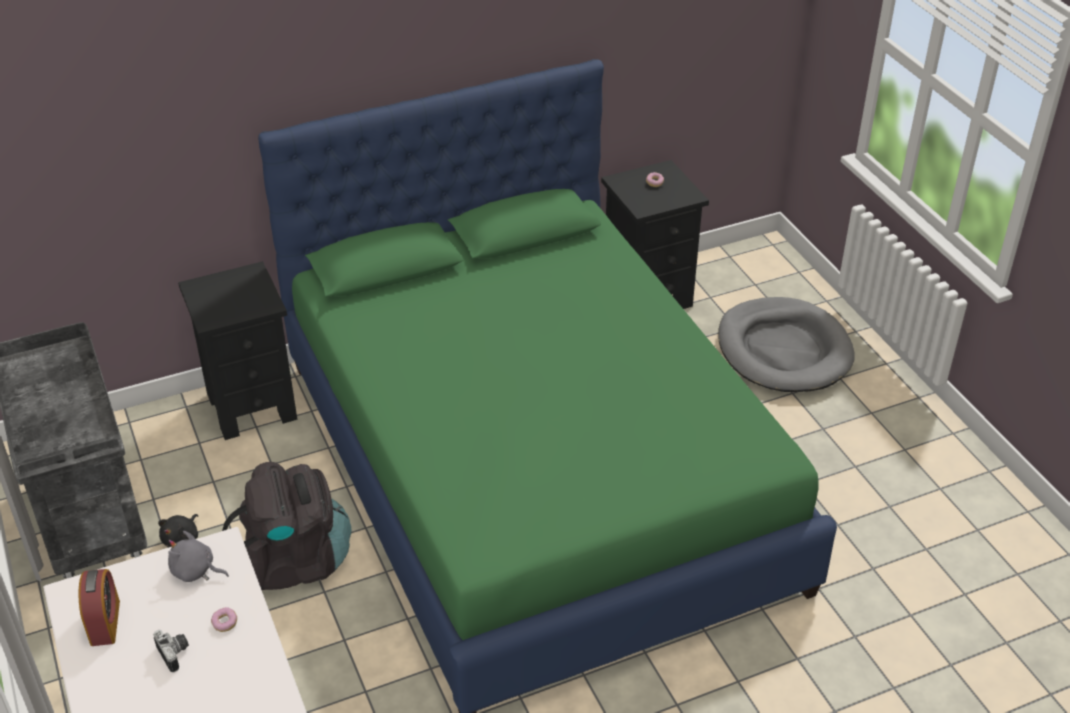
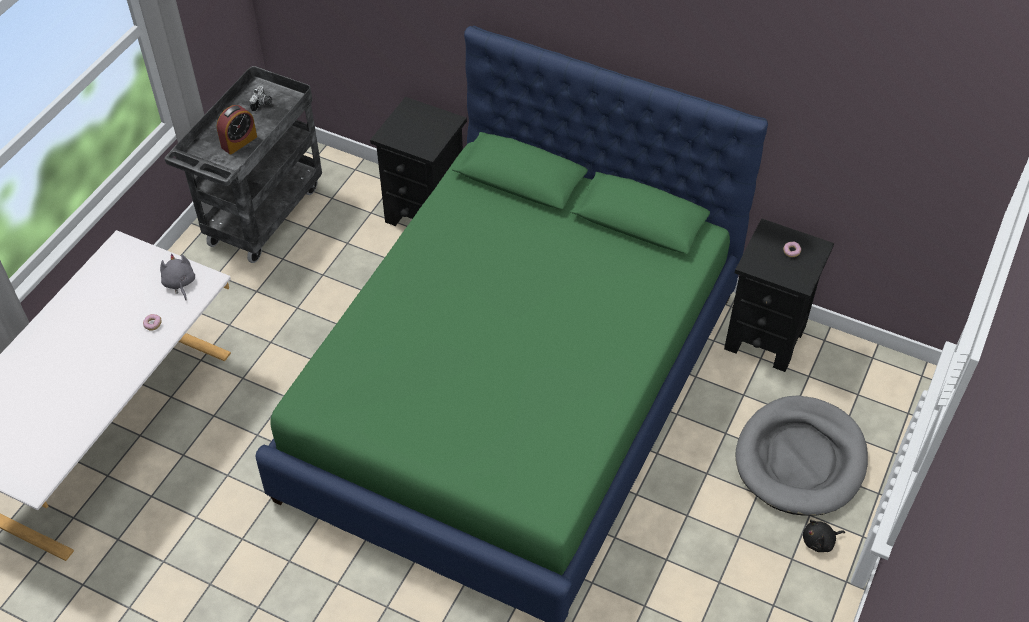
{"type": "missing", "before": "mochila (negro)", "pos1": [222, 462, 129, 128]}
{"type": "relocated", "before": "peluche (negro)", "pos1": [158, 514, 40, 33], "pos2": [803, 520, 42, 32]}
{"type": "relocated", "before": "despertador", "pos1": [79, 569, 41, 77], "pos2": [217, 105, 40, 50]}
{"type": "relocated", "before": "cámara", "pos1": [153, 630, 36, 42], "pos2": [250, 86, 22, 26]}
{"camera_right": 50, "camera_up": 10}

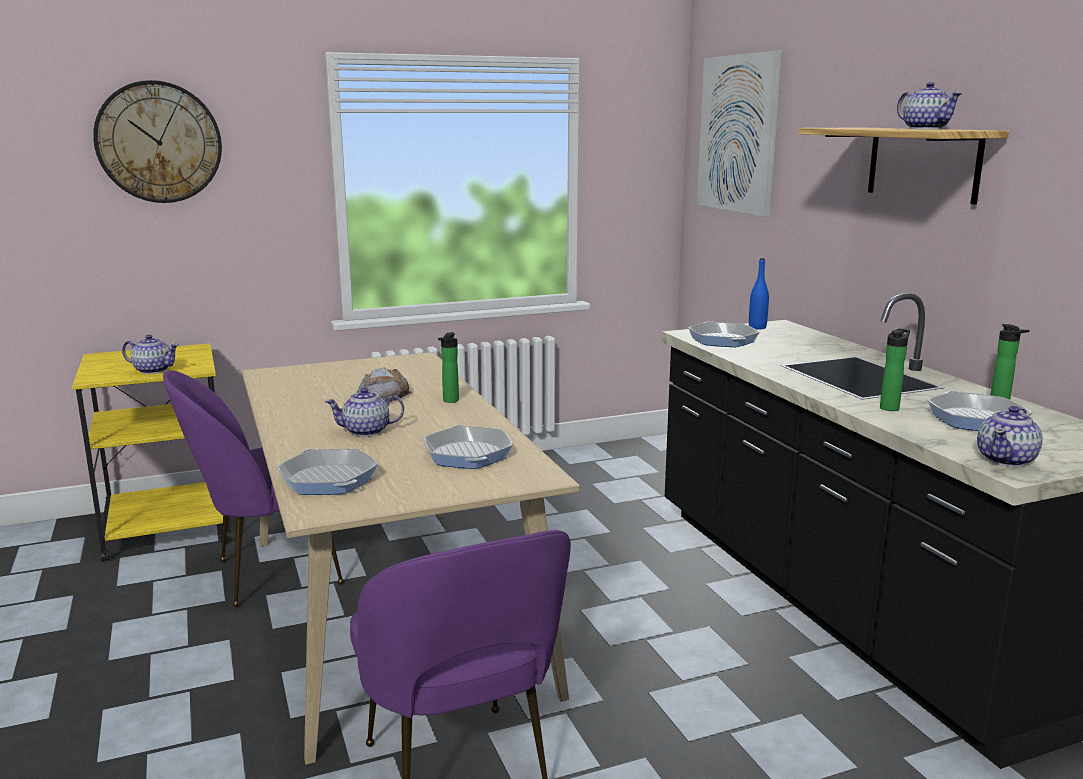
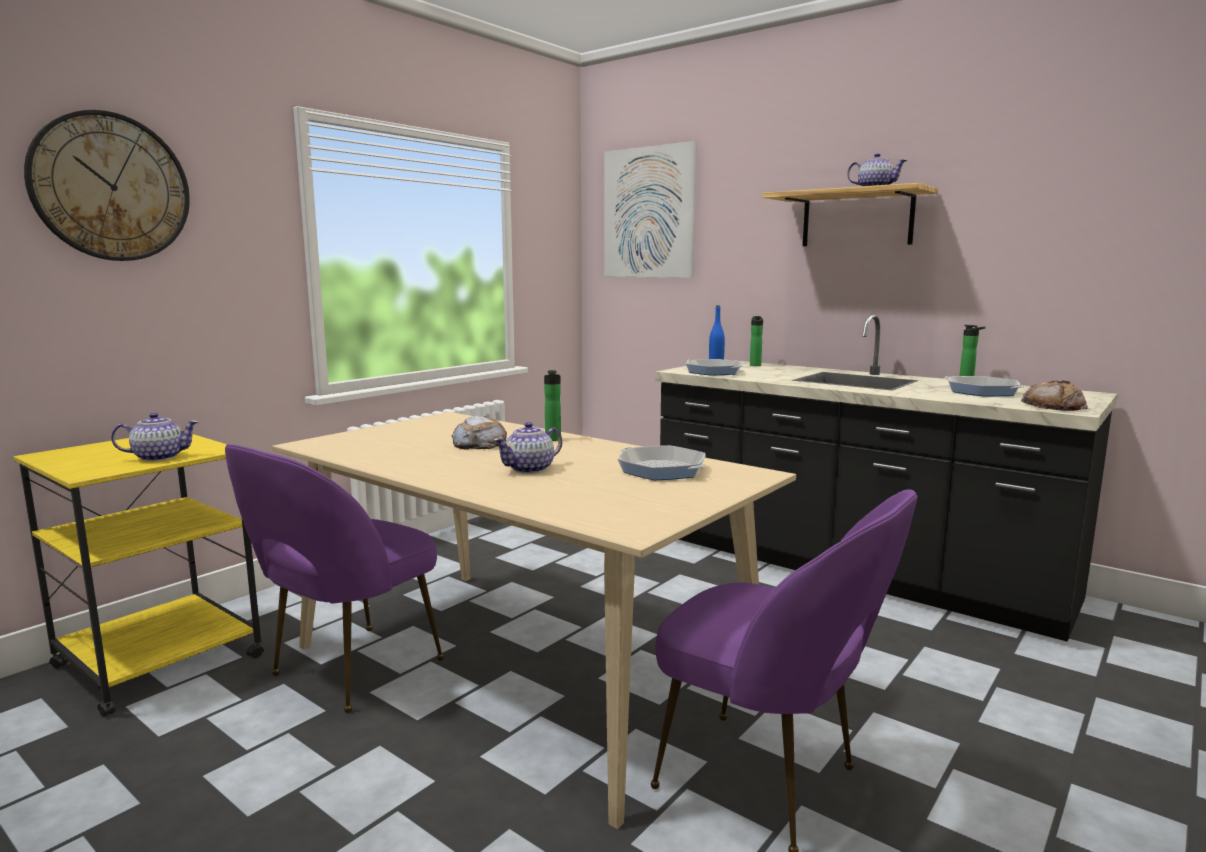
{"type": "relocated", "before": "botella", "pos1": [880, 329, 30, 82], "pos2": [750, 316, 13, 50]}
{"type": "exchanged", "before": "tetera", "after": "pan", "pos1": [977, 406, 66, 61], "pos2": [1021, 380, 67, 31]}
{"type": "missing", "before": "sartén", "pos1": [277, 448, 101, 47]}
{"camera_right": -30, "camera_up": -5}

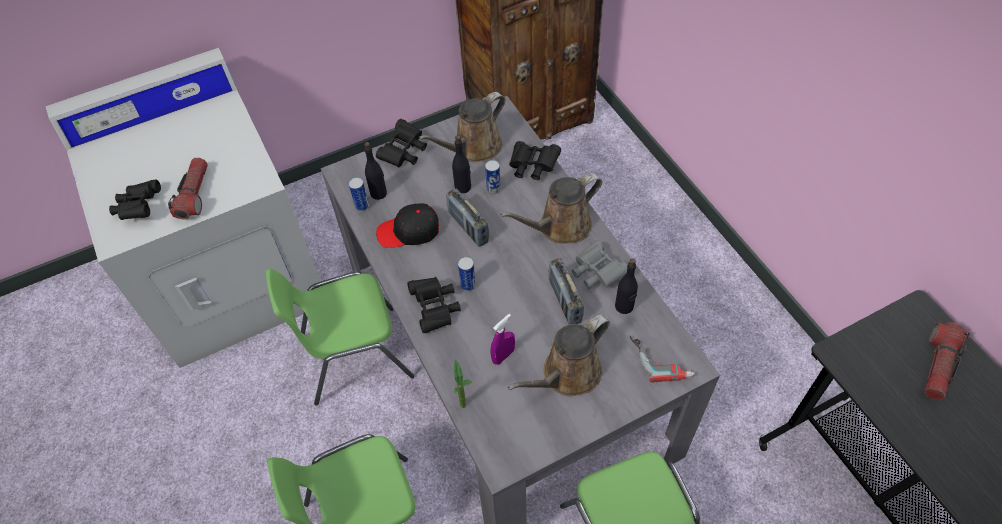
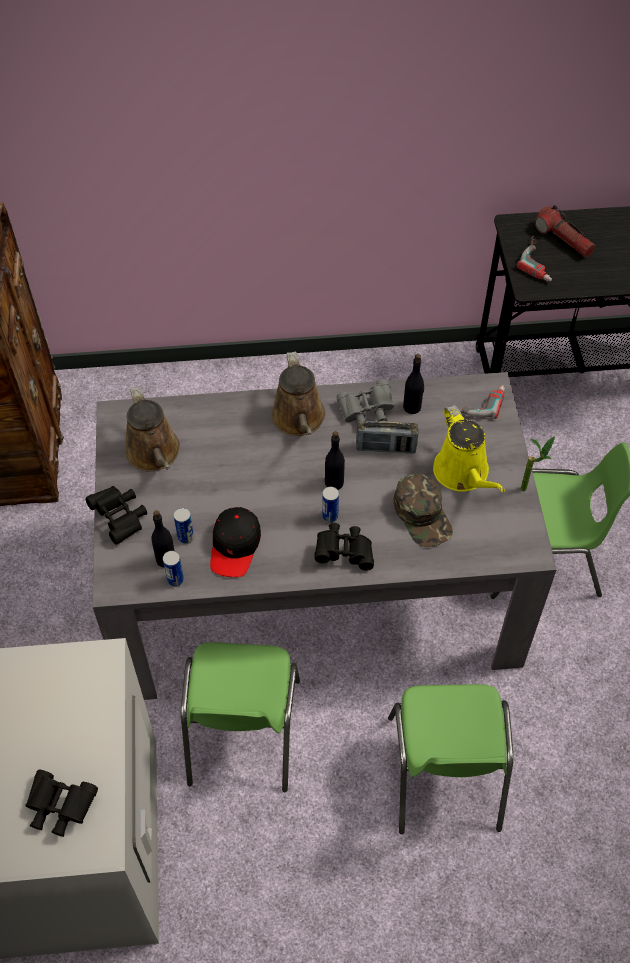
{"type": "relocated", "before": "botella (negro)", "pos1": [452, 135, 19, 58], "pos2": [325, 431, 20, 59]}
{"type": "missing", "before": "prismáticos (negro)", "pos1": [509, 141, 52, 39]}
{"type": "missing", "before": "linterna", "pos1": [168, 158, 40, 61]}
{"type": "relocated", "before": "lata", "pos1": [485, 160, 16, 34], "pos2": [174, 508, 20, 36]}
{"type": "missing", "before": "radio", "pos1": [446, 188, 43, 59]}
{"type": "exchanged", "before": "pulverizador (morado)", "after": "gorra (verde)", "pos1": [490, 314, 25, 51], "pos2": [393, 473, 60, 74]}
{"type": "colour", "before": "regadera (marrón)", "after": "regadera (amarillo)", "pos1": [508, 315, 102, 81], "pos2": [433, 405, 72, 87]}
{"type": "relocated", "before": "planta en maceta", "pos1": [454, 360, 18, 48], "pos2": [520, 436, 35, 56]}
{"type": "appeared", "after": "taladro", "pos2": [517, 236, 35, 45]}
{"camera_right": -70, "camera_up": 0}

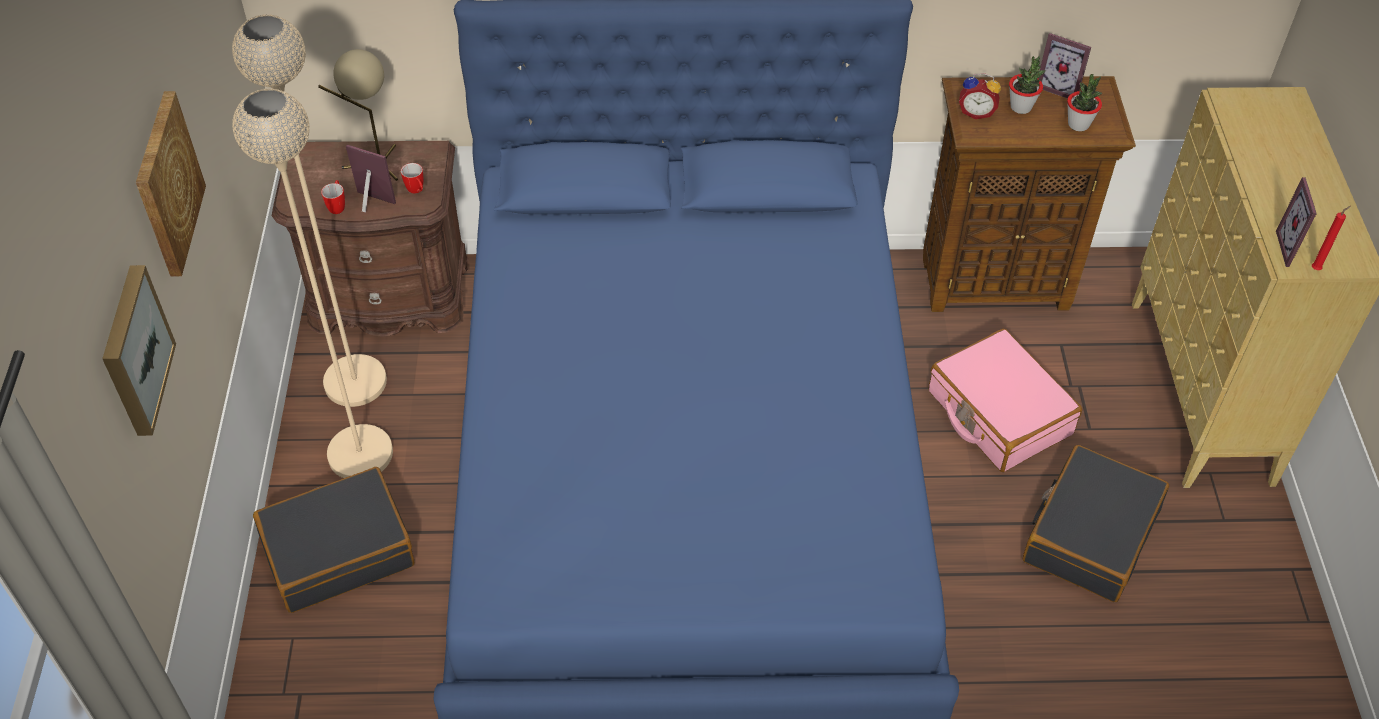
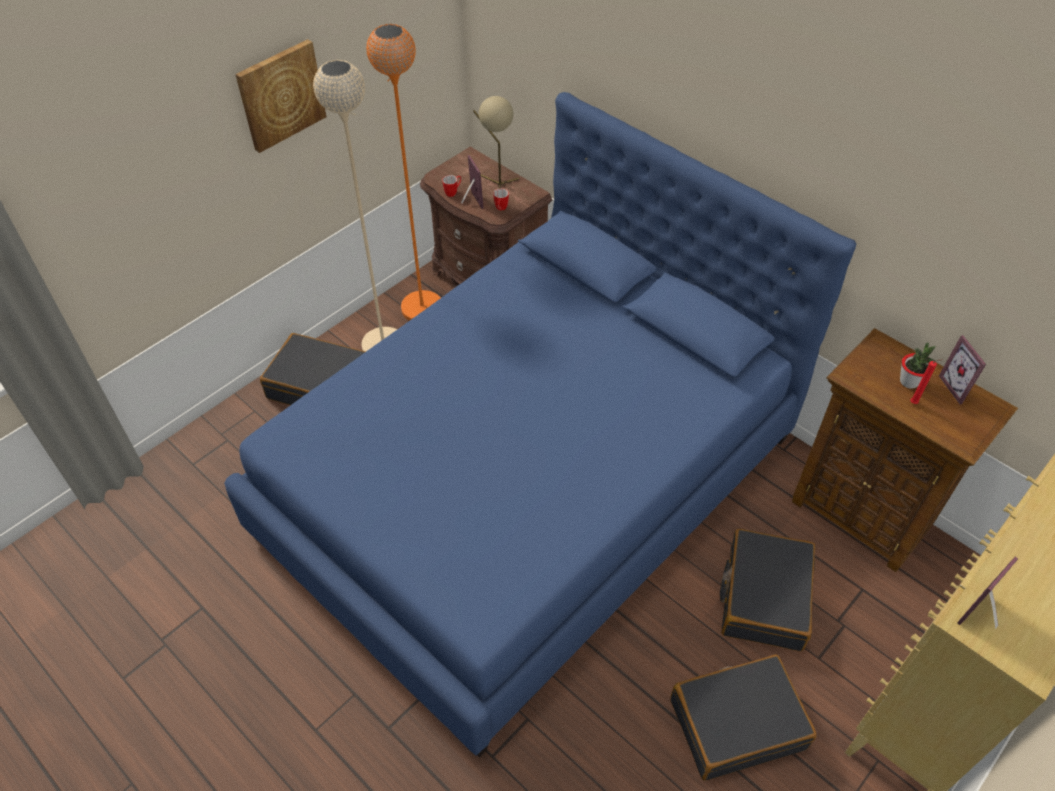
{"type": "colour", "before": "lámpara de pie (beis)", "after": "lámpara de pie (naranja)", "pos1": [232, 14, 155, 393], "pos2": [366, 24, 75, 297]}
{"type": "missing", "before": "despertador", "pos1": [959, 73, 42, 46]}
{"type": "missing", "before": "planta en maceta", "pos1": [1067, 74, 36, 57]}
{"type": "relocated", "before": "vela (rojo)", "pos1": [1312, 206, 39, 64], "pos2": [911, 360, 31, 44]}
{"type": "missing", "before": "cuadro", "pos1": [102, 265, 74, 171]}
{"type": "colour", "before": "maleta (rosa)", "after": "maleta (negro)", "pos1": [929, 329, 153, 143], "pos2": [720, 529, 95, 122]}
{"camera_right": 45, "camera_up": 0}

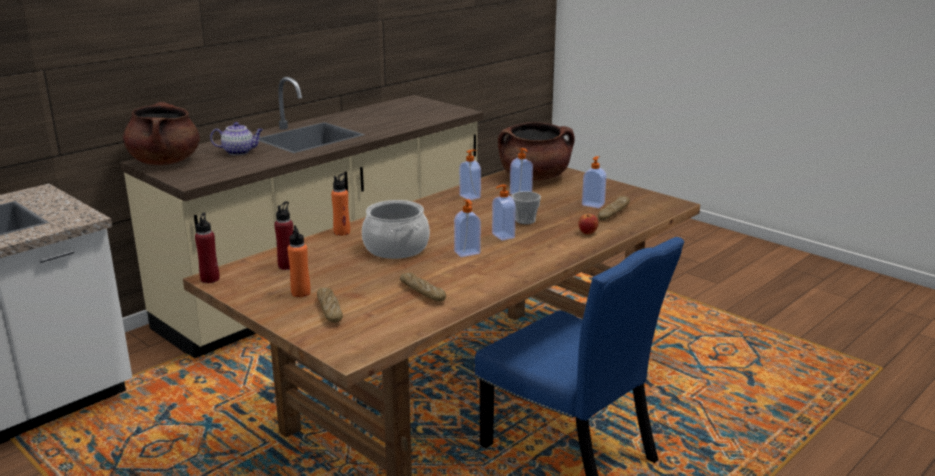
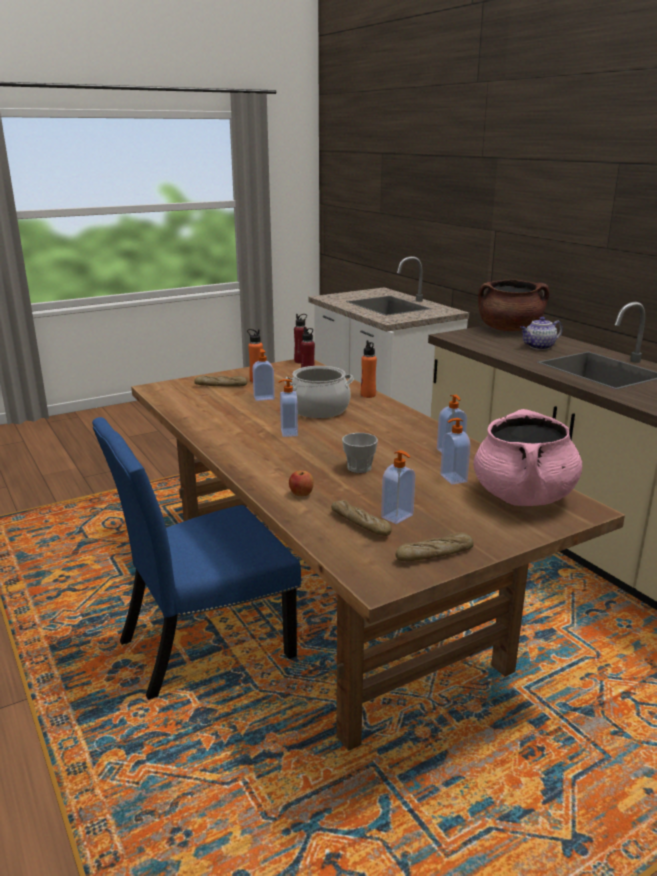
{"type": "spun", "before": "tetera", "pos1": [210, 122, 53, 33], "pos2": [520, 317, 43, 33], "turn": 60}
{"type": "colour", "before": "olla (marrón)", "after": "olla (rosa)", "pos1": [498, 122, 77, 59], "pos2": [473, 409, 109, 97]}
{"type": "relocated", "before": "dispensador de jabón", "pos1": [492, 184, 24, 57], "pos2": [252, 349, 23, 52]}
{"type": "relocated", "before": "pan", "pos1": [400, 272, 46, 29], "pos2": [395, 532, 79, 29]}
{"camera_right": 105, "camera_up": 0}

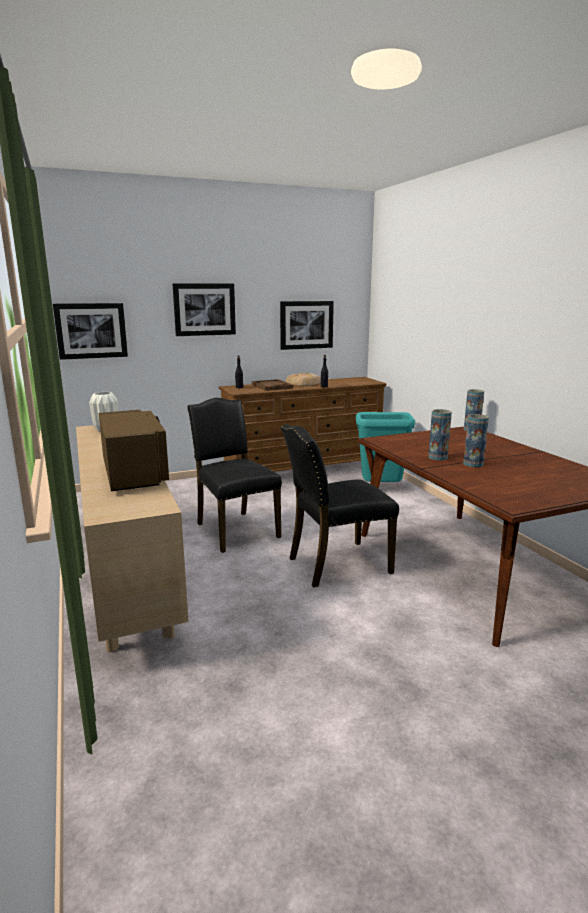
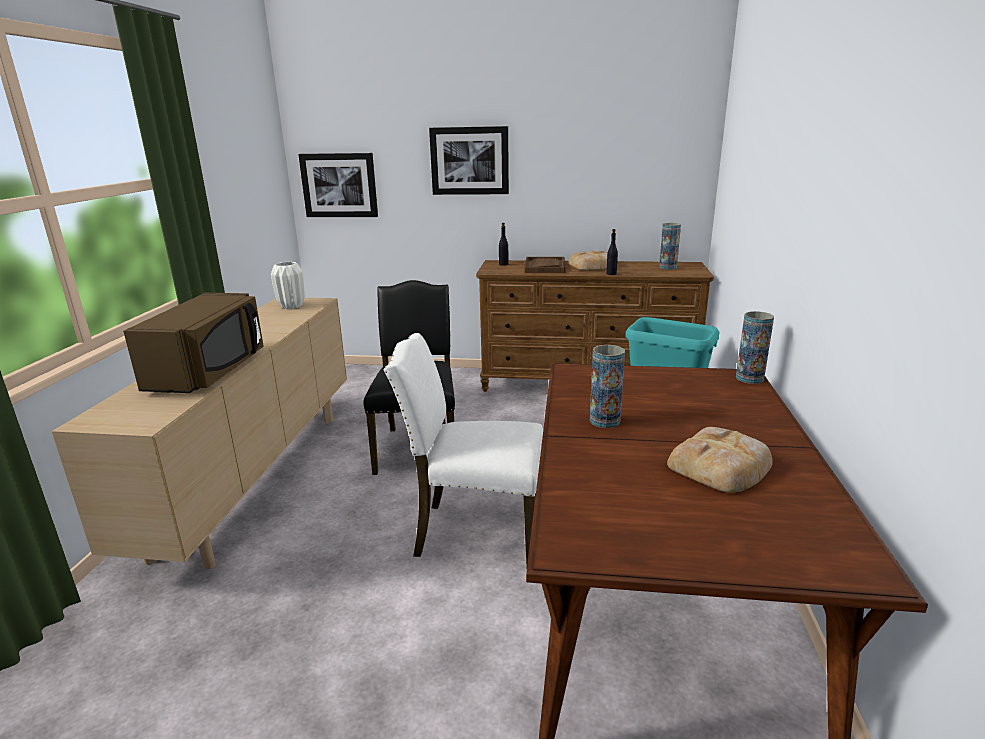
{"type": "missing", "before": "cuadro", "pos1": [280, 301, 54, 49]}
{"type": "relocated", "before": "florero", "pos1": [463, 414, 26, 53], "pos2": [659, 223, 22, 47]}
{"type": "colour", "before": "silla (negro)", "after": "silla (blanco)", "pos1": [280, 424, 119, 163], "pos2": [384, 333, 159, 233]}
{"type": "appeared", "after": "pan", "pos2": [667, 427, 106, 66]}
{"camera_right": 30, "camera_up": 5}

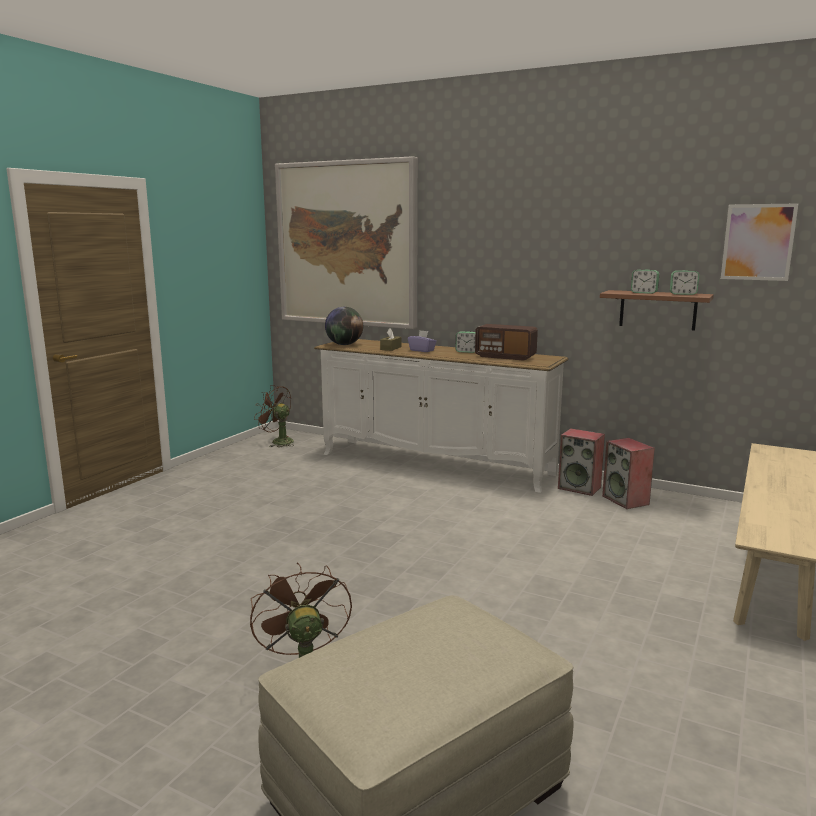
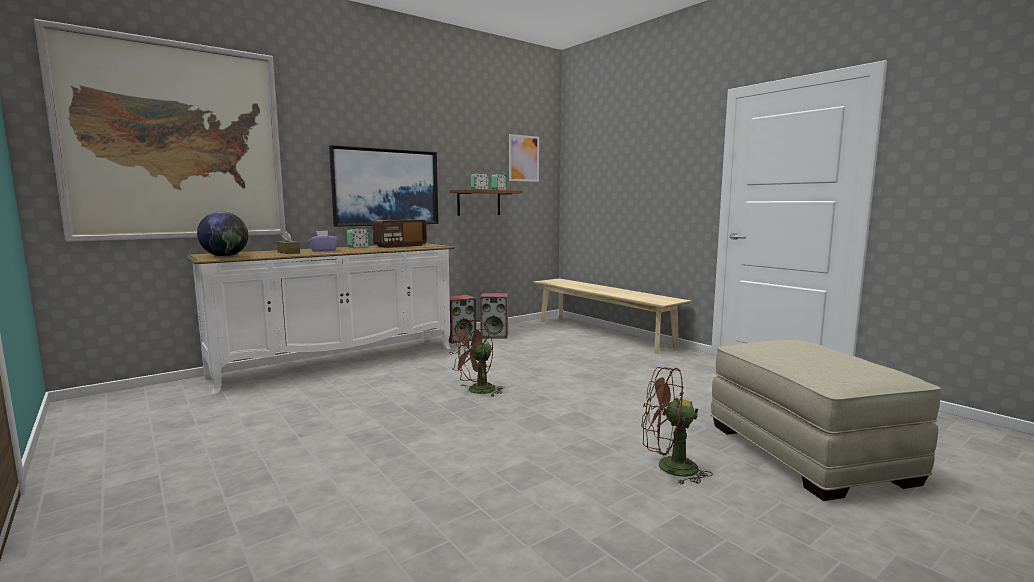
{"type": "relocated", "before": "ventilador (marrón)", "pos1": [254, 385, 40, 63], "pos2": [449, 320, 55, 77]}
{"type": "appeared", "after": "cuadro", "pos2": [329, 145, 109, 82]}
{"camera_right": -65, "camera_up": -5}

